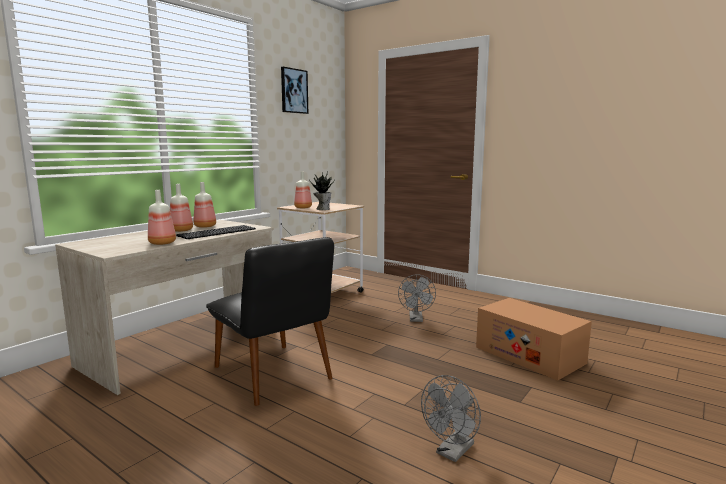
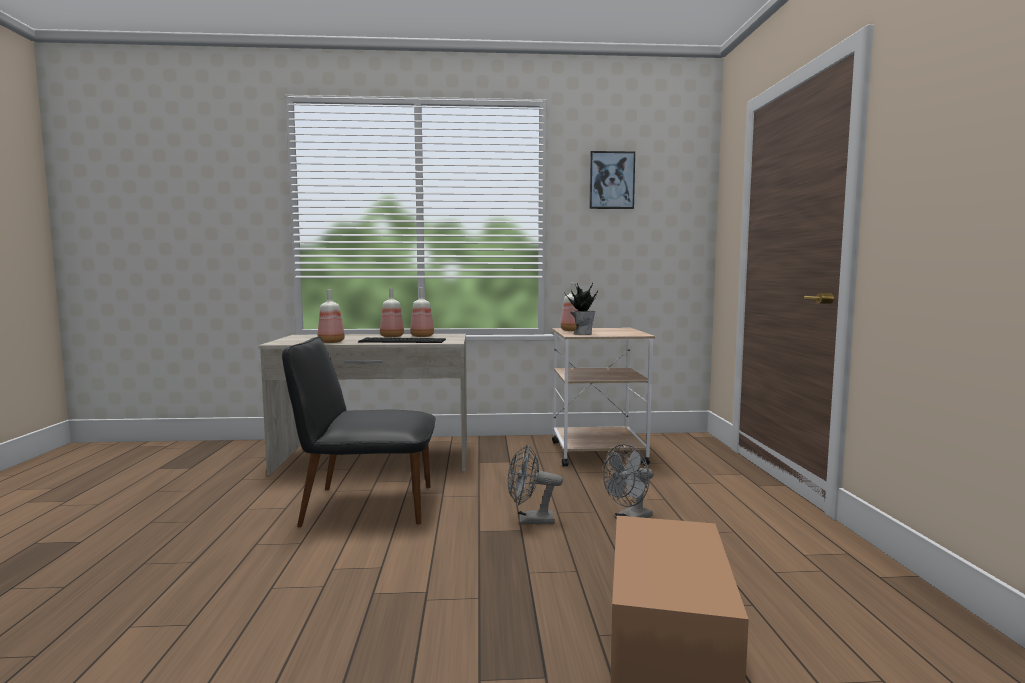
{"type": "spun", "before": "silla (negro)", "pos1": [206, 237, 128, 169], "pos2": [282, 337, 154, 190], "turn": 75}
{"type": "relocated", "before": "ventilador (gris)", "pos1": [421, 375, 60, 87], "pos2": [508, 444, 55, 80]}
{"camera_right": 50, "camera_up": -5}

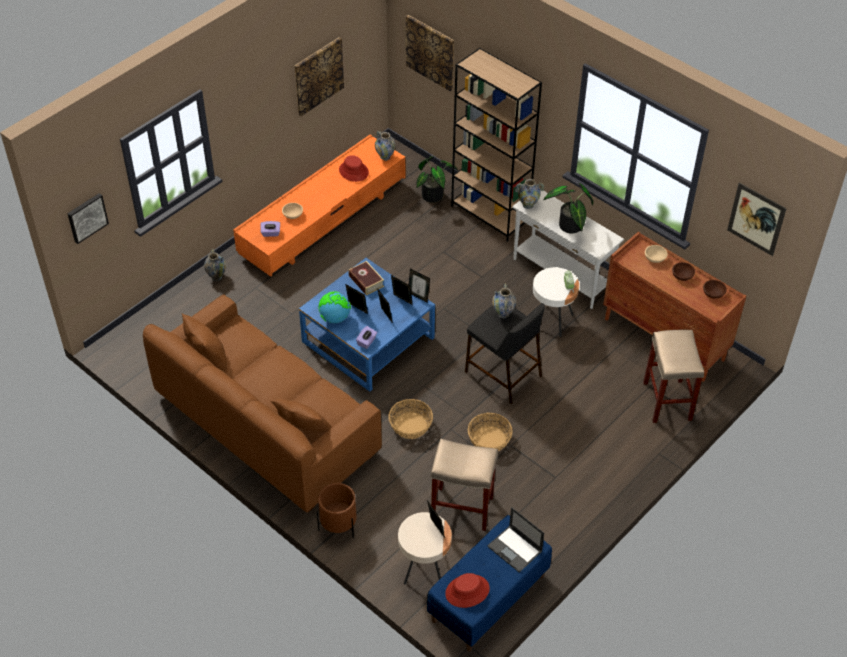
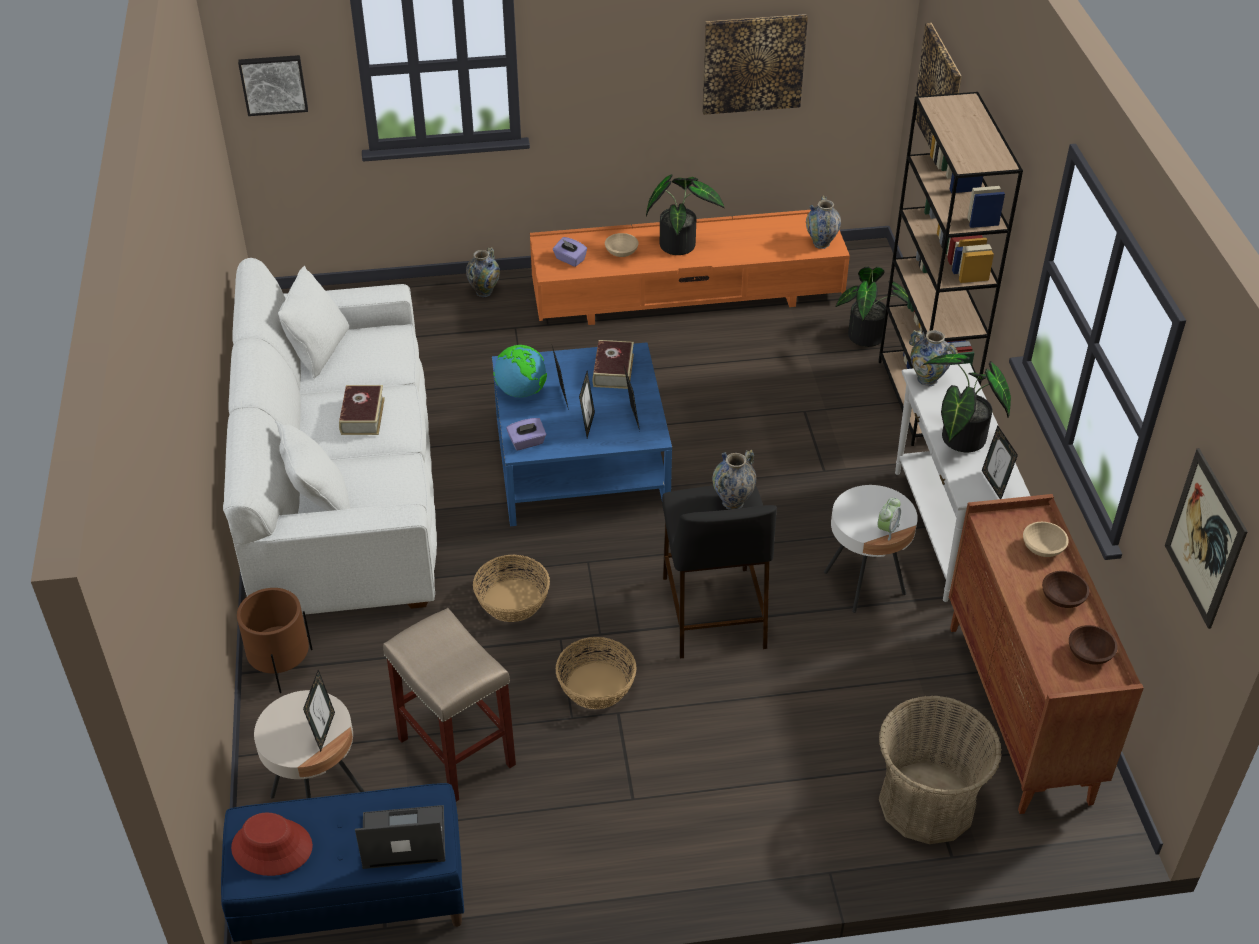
{"type": "missing", "before": "sombrero (rojo)", "pos1": [339, 155, 30, 27]}
{"type": "relocated", "before": "portarretratos", "pos1": [409, 269, 21, 34], "pos2": [982, 425, 36, 74]}
{"type": "colour", "before": "sofá (marrón)", "after": "sofá (blanco)", "pos1": [143, 294, 239, 219], "pos2": [223, 258, 214, 357]}
{"type": "exchanged", "before": "taburete (beis)", "after": "cesta", "pos1": [643, 330, 61, 93], "pos2": [879, 696, 123, 148]}
{"type": "spun", "before": "portátil", "pos1": [487, 507, 57, 66], "pos2": [355, 805, 90, 64], "turn": 90}
{"type": "appeared", "after": "planta en maceta", "pos2": [646, 174, 79, 81]}
{"type": "appeared", "after": "libro", "pos2": [339, 385, 46, 50]}
{"camera_right": 40, "camera_up": -5}

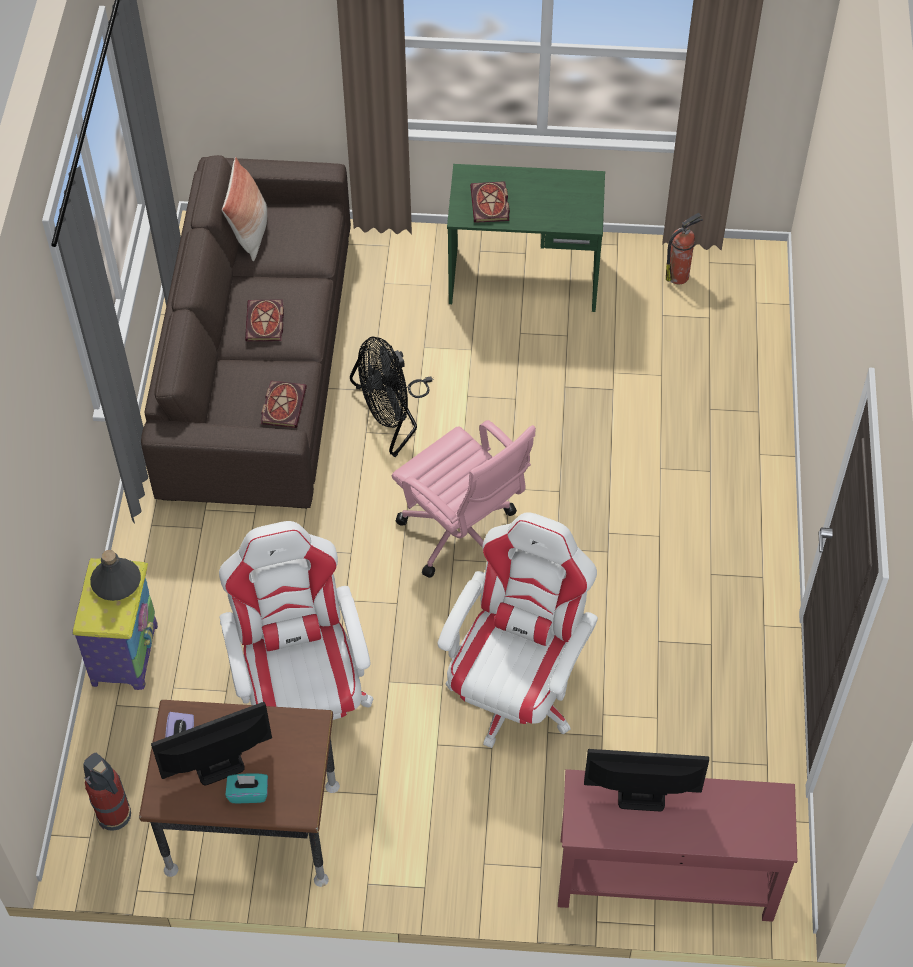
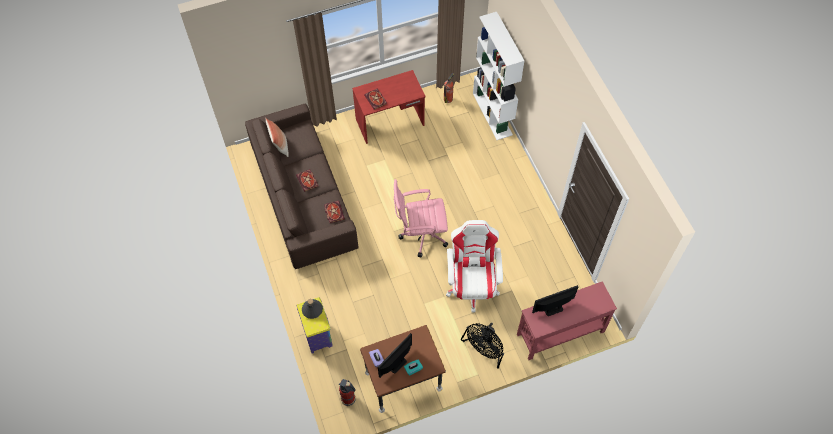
{"type": "colour", "before": "escritorio (verde)", "after": "escritorio (rojo)", "pos1": [447, 164, 158, 148], "pos2": [352, 70, 74, 74]}
{"type": "relocated", "before": "ventilador (negro)", "pos1": [350, 337, 84, 120], "pos2": [461, 323, 44, 46]}
{"type": "spun", "before": "silla de oficina (rosa)", "pos1": [392, 420, 144, 158], "pos2": [394, 179, 54, 78], "turn": 150}
{"type": "missing", "before": "silla de oficina (blanco)", "pos1": [219, 521, 154, 199]}
{"type": "appeared", "after": "estantería (blanco)", "pos2": [473, 12, 51, 128]}
{"camera_right": -25, "camera_up": 5}

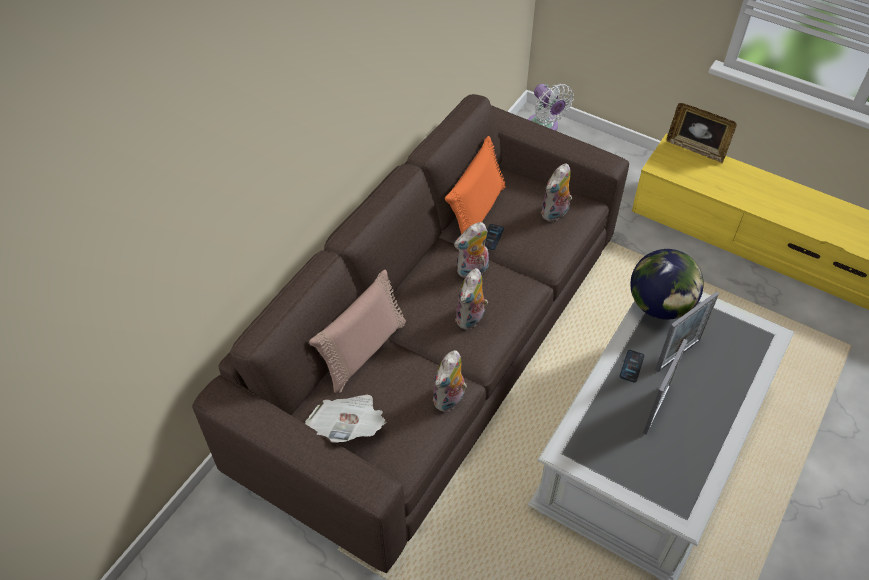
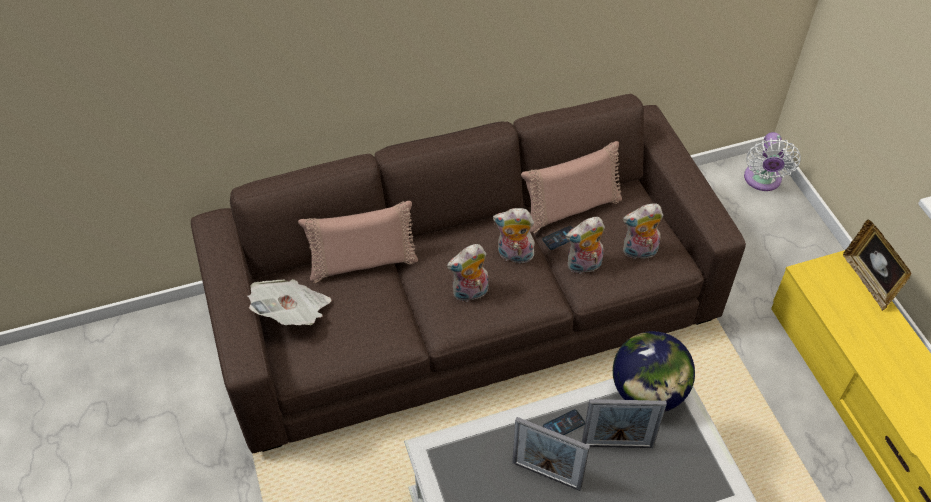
{"type": "colour", "before": "cojín (naranja)", "after": "cojín (beis)", "pos1": [445, 136, 61, 98], "pos2": [521, 141, 101, 93]}
{"type": "spun", "before": "portarretratos", "pos1": [643, 339, 45, 96], "pos2": [512, 417, 78, 74], "turn": 45}
{"type": "relocated", "before": "peluche", "pos1": [432, 350, 35, 62], "pos2": [566, 217, 39, 57]}
{"camera_right": 40, "camera_up": 0}

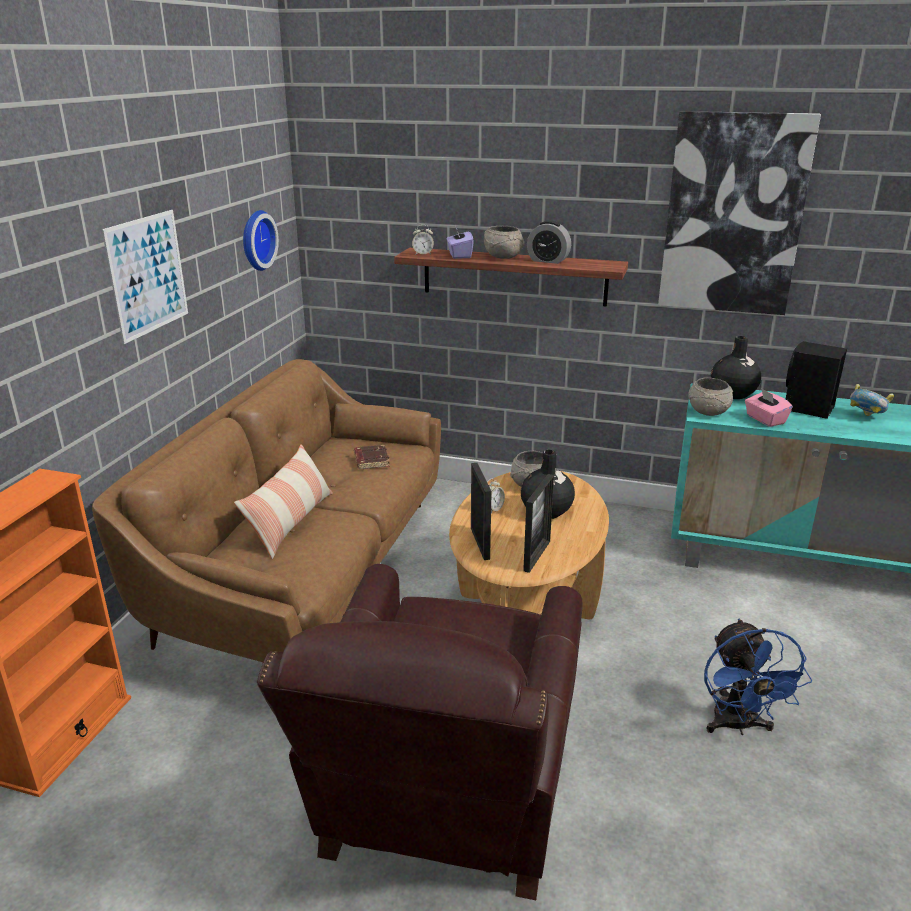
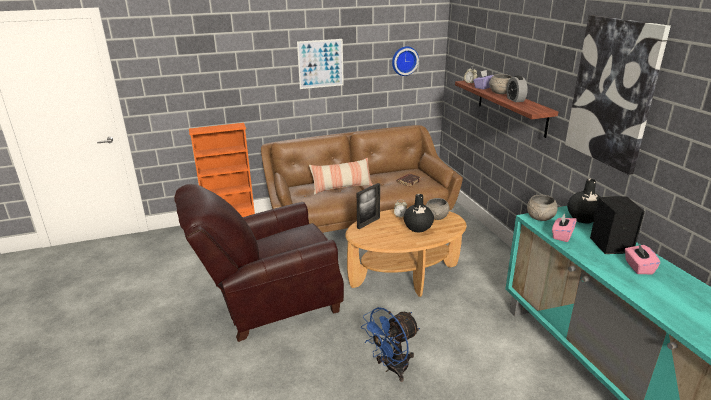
{"type": "exchanged", "before": "cuenco", "after": "caja de pañuelos (rosa)", "pos1": [850, 384, 44, 32], "pos2": [625, 243, 35, 31]}
{"type": "missing", "before": "portarretratos", "pos1": [523, 474, 31, 99]}
{"camera_right": 55, "camera_up": 0}

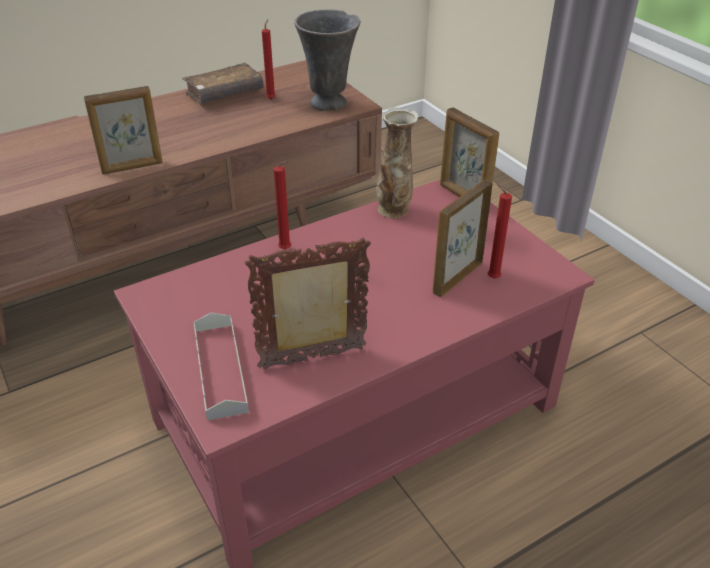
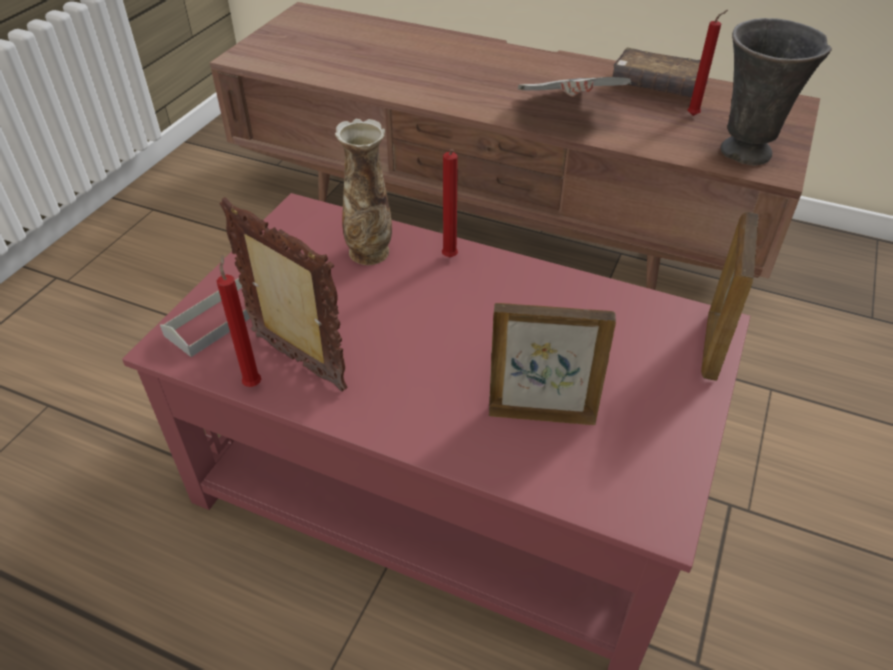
{"type": "missing", "before": "portarretratos", "pos1": [84, 86, 79, 89]}
{"type": "relocated", "before": "florero", "pos1": [376, 107, 43, 111], "pos2": [335, 119, 57, 146]}
{"type": "relocated", "before": "vela (rojo)", "pos1": [488, 183, 24, 96], "pos2": [217, 255, 44, 132]}
{"type": "appeared", "after": "periódico", "pos2": [517, 77, 115, 20]}
{"camera_right": 55, "camera_up": 5}

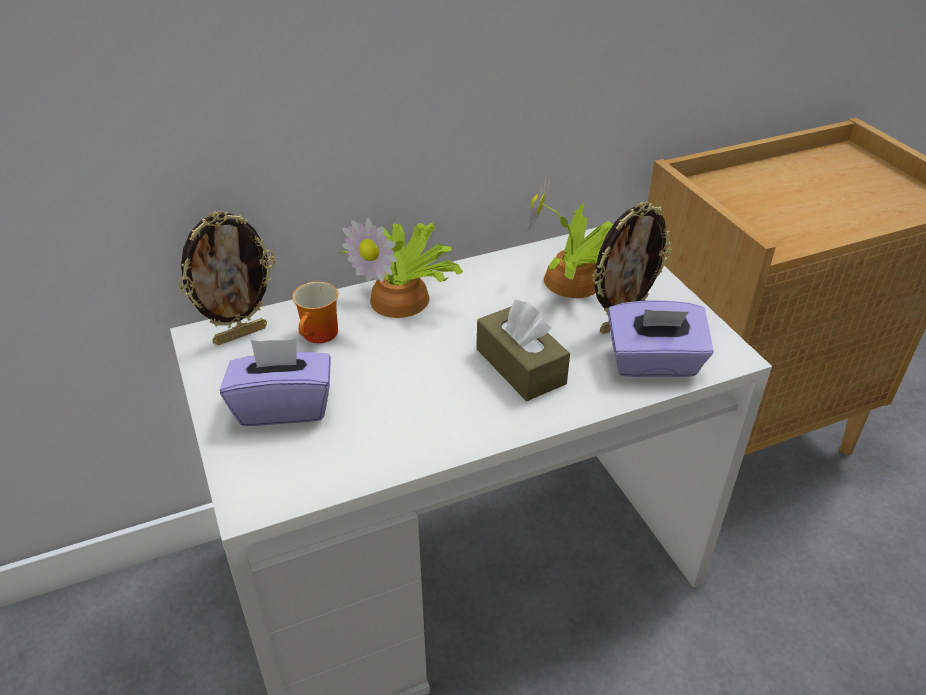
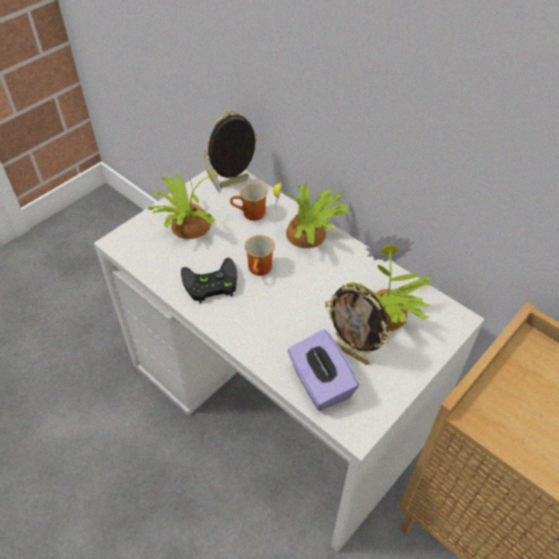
{"type": "spun", "before": "portarretratos", "pos1": [178, 211, 97, 134], "pos2": [204, 110, 53, 78], "turn": 120}
{"type": "missing", "before": "caja de pañuelos (marrón)", "pos1": [477, 300, 93, 101]}
{"type": "exchanged", "before": "caja de pañuelos (morado)", "after": "planta en maceta", "pos1": [220, 339, 111, 87], "pos2": [148, 156, 74, 83]}
{"type": "appeared", "after": "taza grande", "pos2": [244, 235, 31, 41]}
{"type": "appeared", "after": "mando de consola (negro)", "pos2": [181, 258, 56, 46]}
{"camera_right": 65, "camera_up": 10}

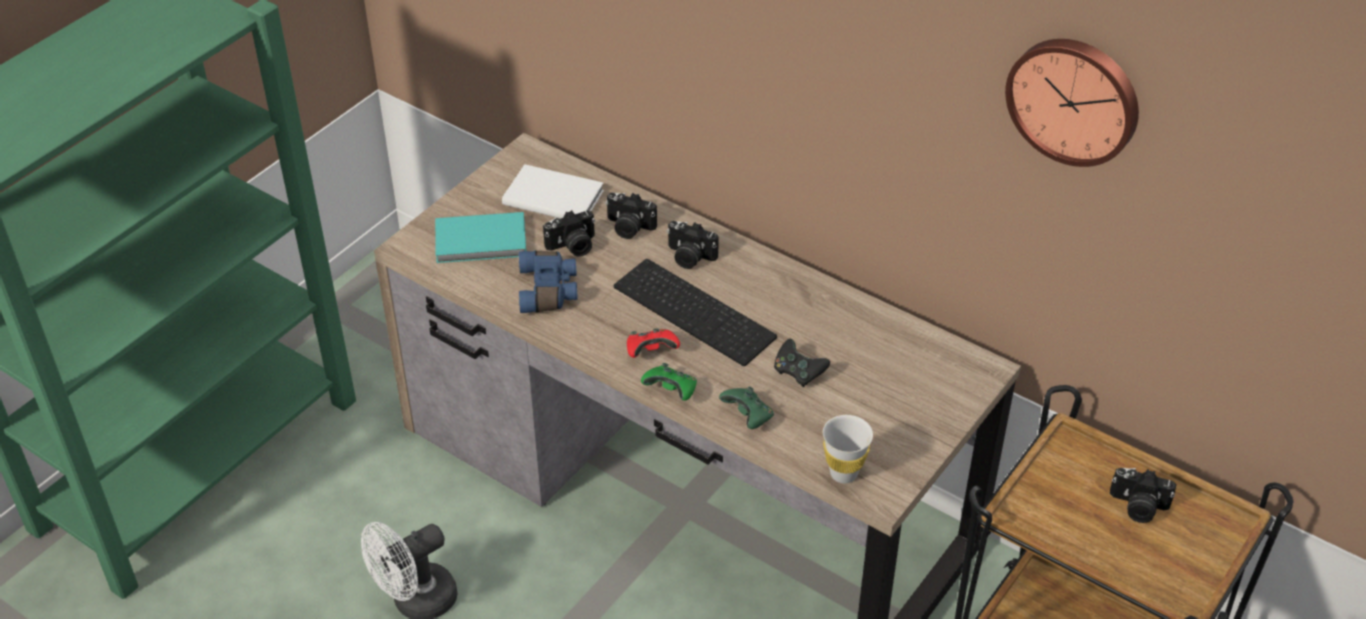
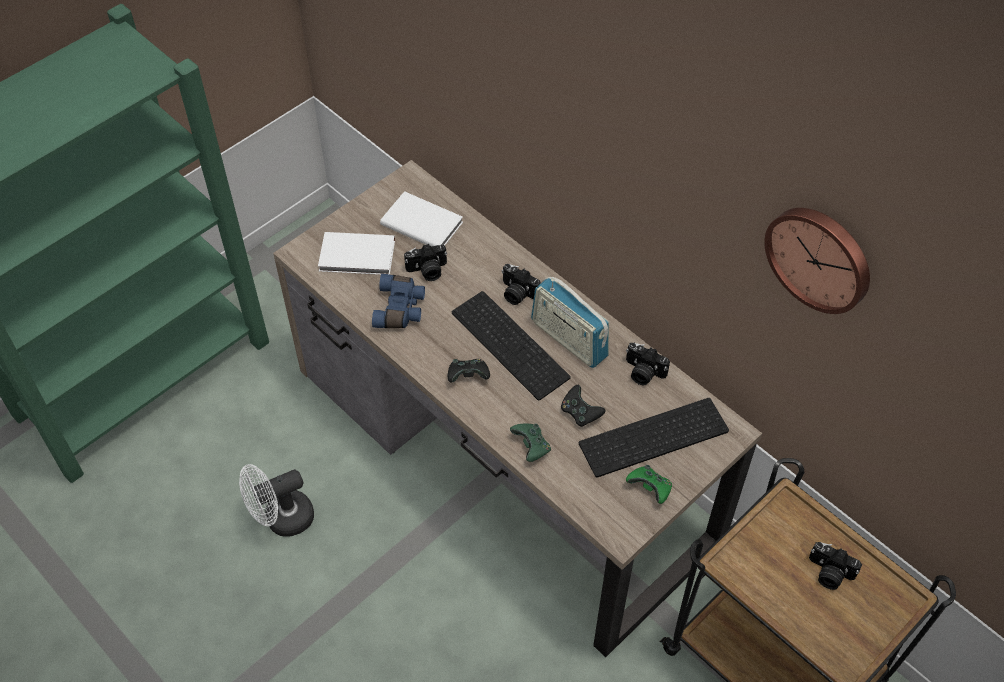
{"type": "relocated", "before": "cámara", "pos1": [605, 192, 52, 47], "pos2": [626, 343, 44, 43]}
{"type": "colour", "before": "libro (turquesa)", "after": "libro (blanco)", "pos1": [435, 212, 91, 51], "pos2": [318, 232, 77, 43]}
{"type": "colour", "before": "mando de consola (rojo)", "after": "mando de consola (negro)", "pos1": [627, 329, 53, 29], "pos2": [448, 359, 42, 24]}
{"type": "relocated", "before": "mando de consola (verde)", "pos1": [641, 363, 56, 38], "pos2": [626, 465, 46, 39]}
{"type": "missing", "before": "taza (blanco)", "pos1": [823, 415, 50, 68]}
{"type": "appeared", "after": "radio", "pos2": [531, 277, 78, 91]}
{"type": "appeared", "after": "teclado", "pos2": [579, 398, 150, 79]}
{"camera_right": 10, "camera_up": 10}

